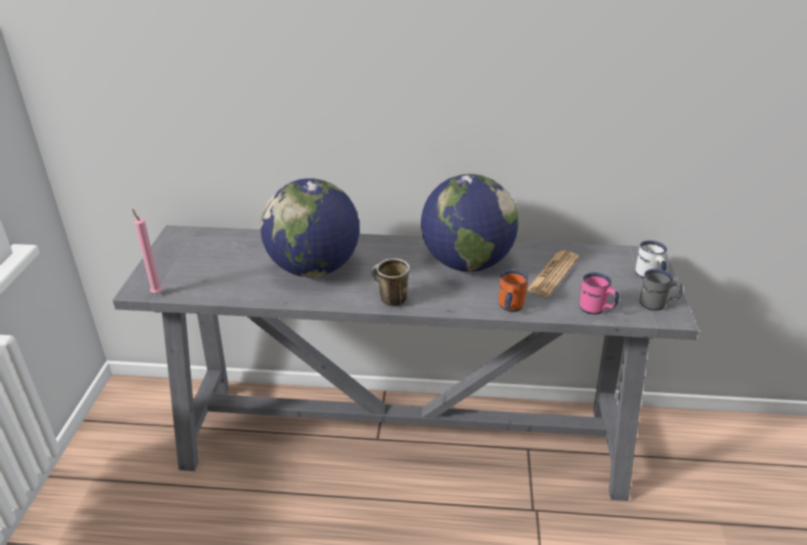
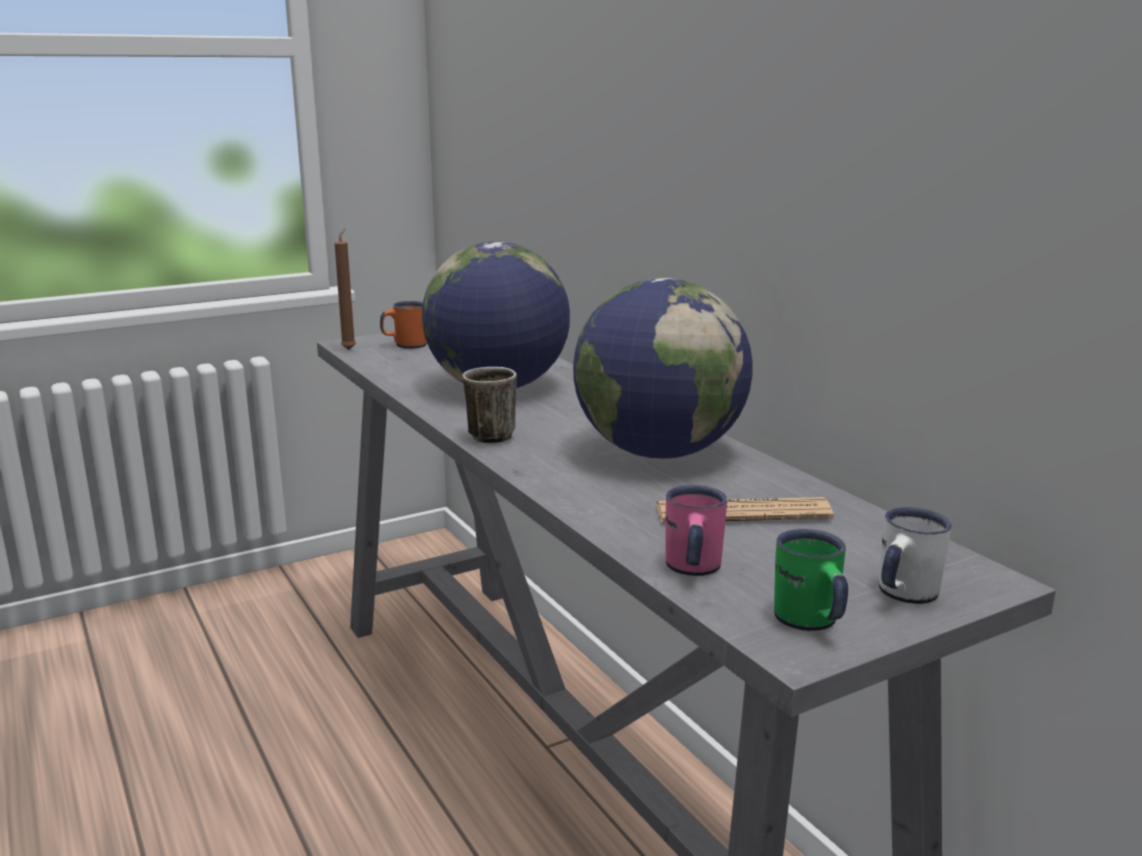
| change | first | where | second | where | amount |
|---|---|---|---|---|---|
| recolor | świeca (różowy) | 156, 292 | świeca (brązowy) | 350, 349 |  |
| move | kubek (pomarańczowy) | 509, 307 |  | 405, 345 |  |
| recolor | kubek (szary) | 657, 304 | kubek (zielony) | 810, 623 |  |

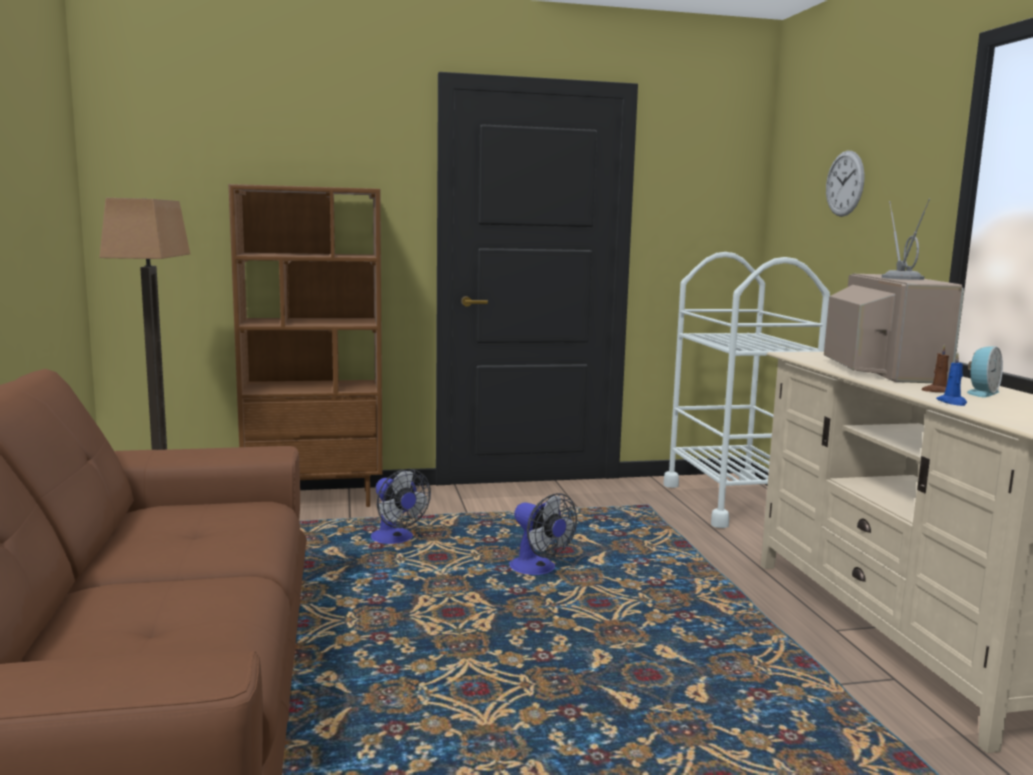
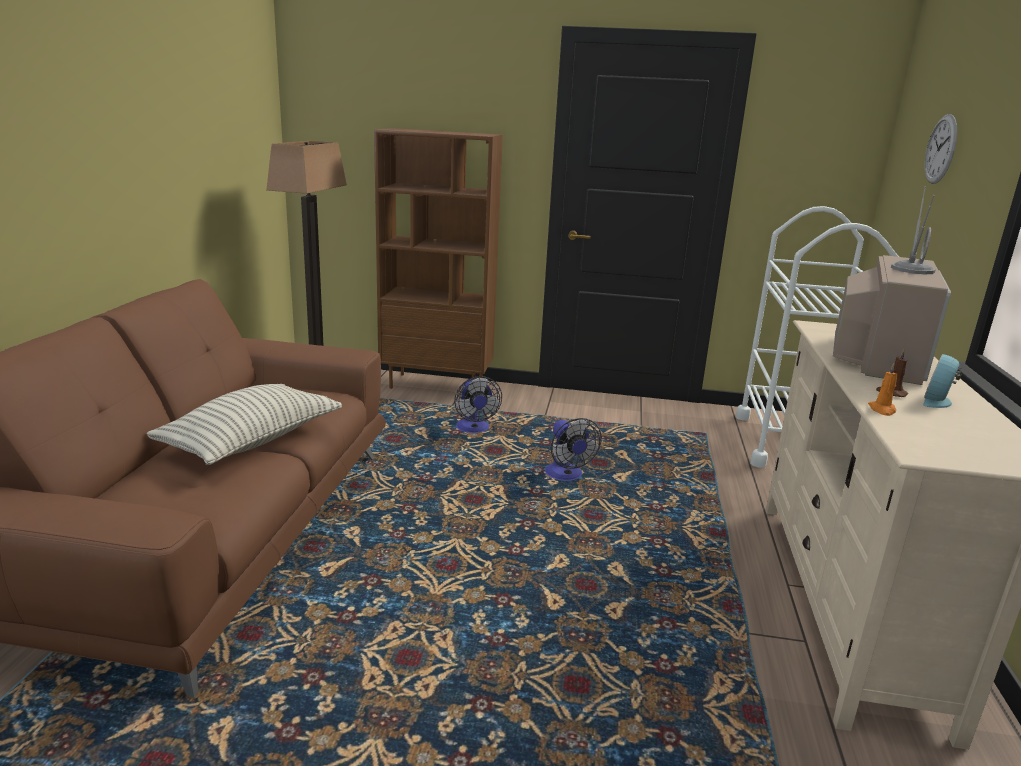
| change | first | where | second | where | amount |
|---|---|---|---|---|---|
| recolor | świeca (niebieski) | 952, 402 | świeca (pomarańczowy) | 882, 410 |  |
| rotate | budzik | 981, 393 |  | 938, 401 | 150 degrees clockwise |
| insert |  |  | poduszka | 252, 441 |  |

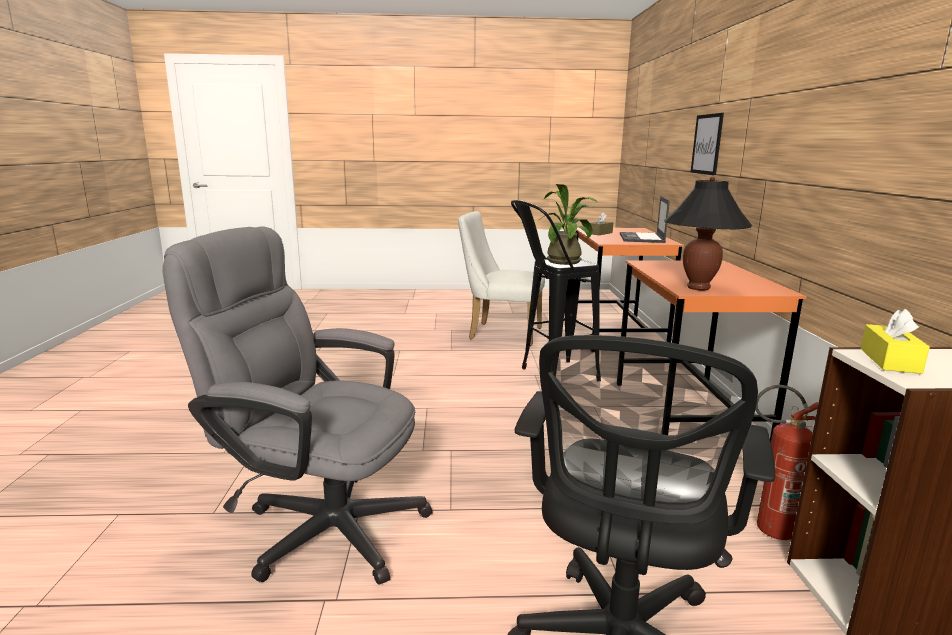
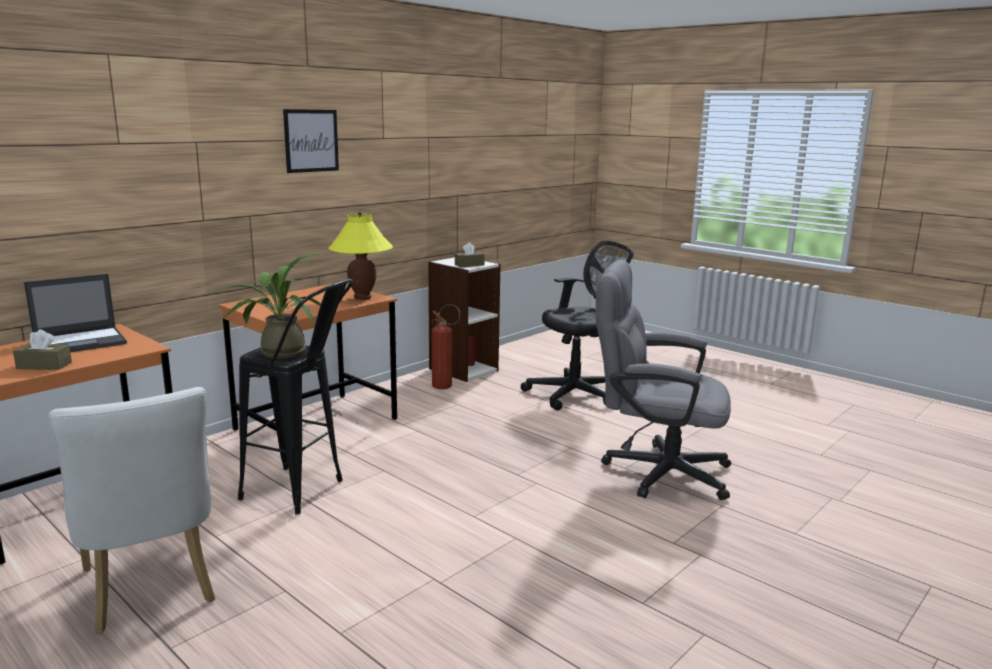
| change | first | where | second | where | amount |
|---|---|---|---|---|---|
| rotate | krzesło biurowe (szary) | 320, 525 |  | 654, 471 | 135 degrees clockwise |
| recolor | lampa stołowa (czarny) | 698, 288 | lampa stołowa (żółty) | 362, 297 |  |
| move | obraz | 707, 144 |  | 311, 140 |  |
| recolor | pudełko chusteczek (żółty) | 889, 360 | pudełko chusteczek (brązowy) | 469, 265 |  |

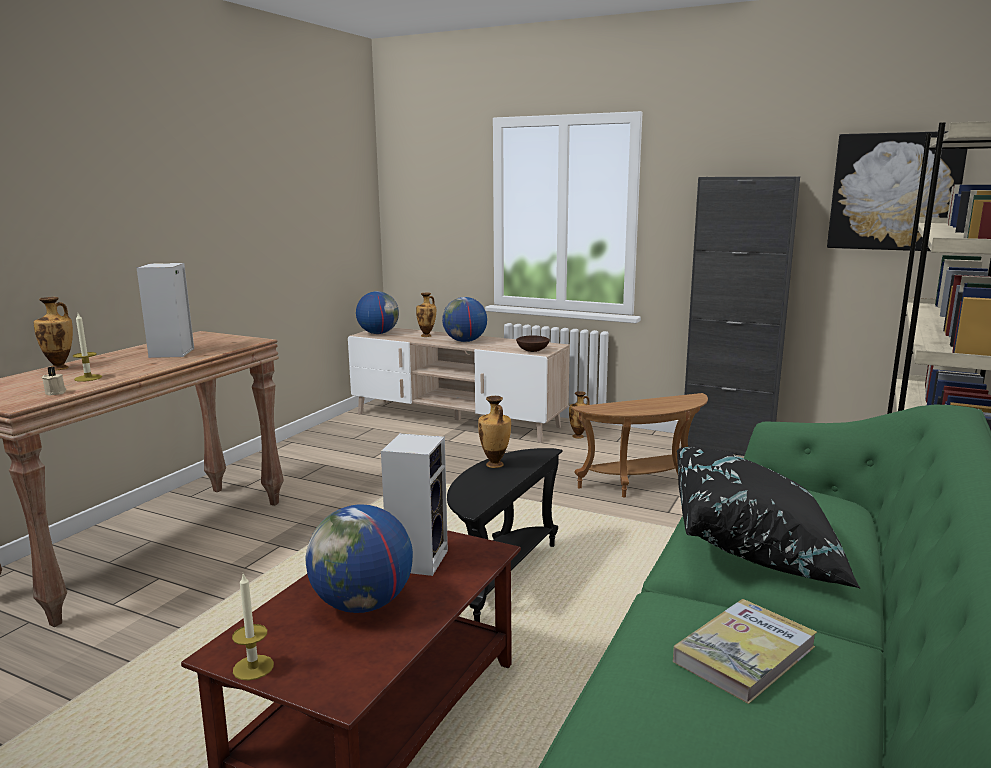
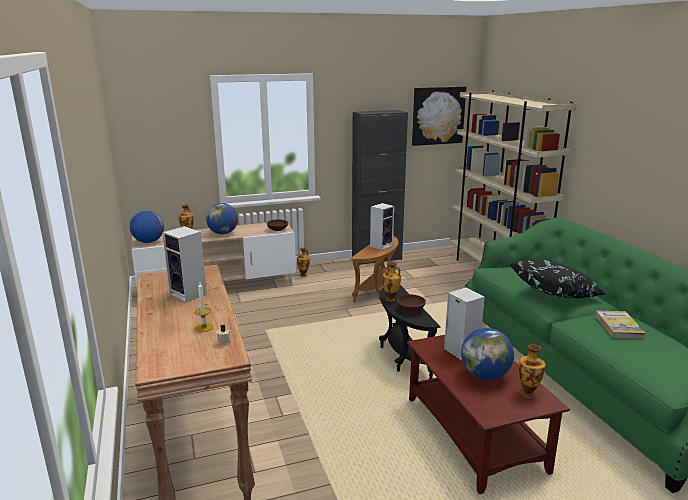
| change | first | where | second | where | amount |
|---|---|---|---|---|---|
| move | wazon | 60, 368 |  | 528, 393 |  |
| delete | świeca | 253, 667 |  |  |  |
| insert |  |  | głośnik | 381, 245 |  |
| insert |  |  | miska (brązowy) | 411, 309 |  |

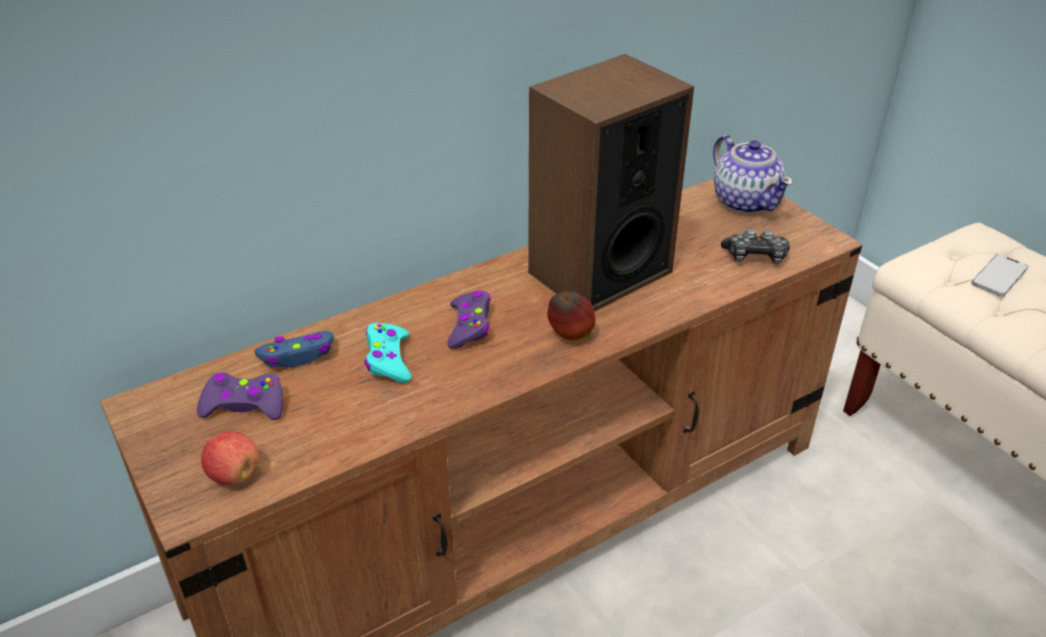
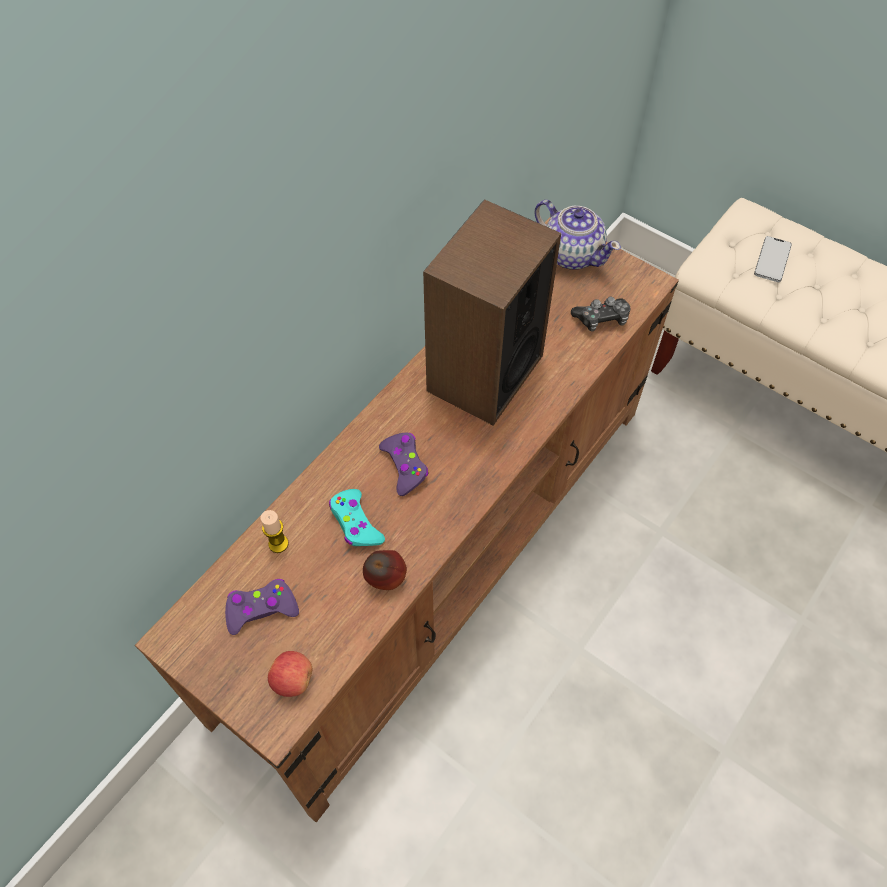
| change | first | where | second | where | amount |
|---|---|---|---|---|---|
| replace | pad do gier (niebieski) | 298, 356 | świeca | 278, 544 |  |
| move | jabłko | 570, 337 |  | 386, 579 |  |

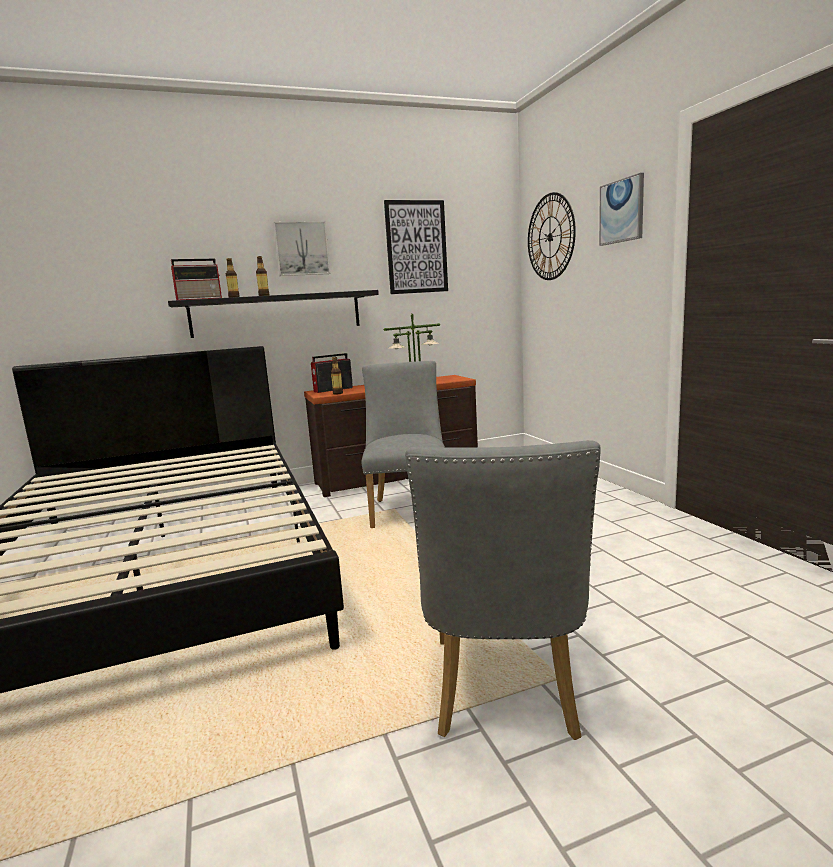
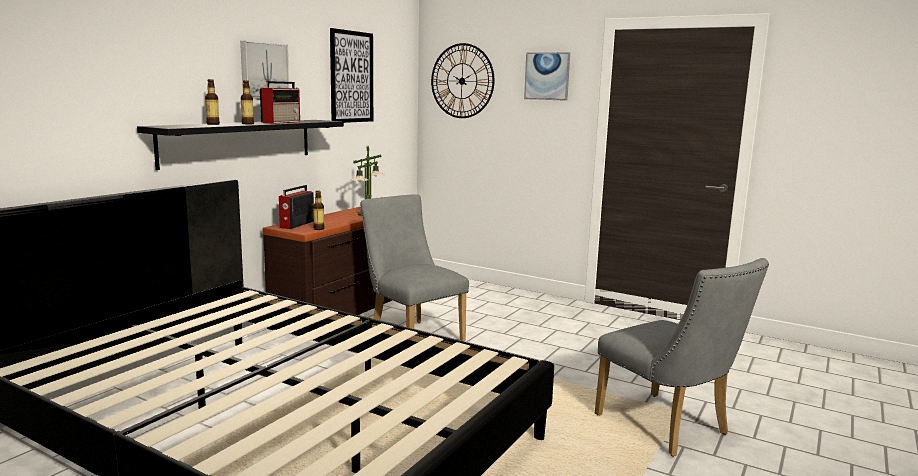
| change | first | where | second | where | amount |
|---|---|---|---|---|---|
| move | radio | 200, 299 |  | 282, 122 |  |

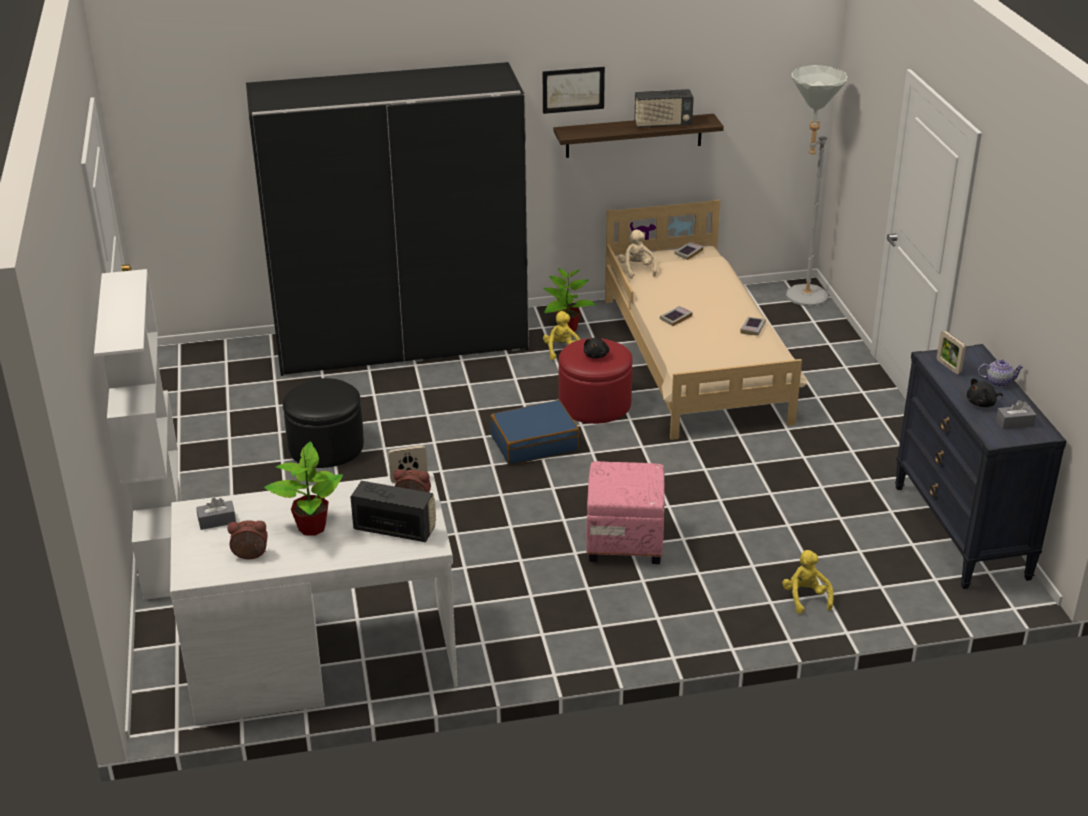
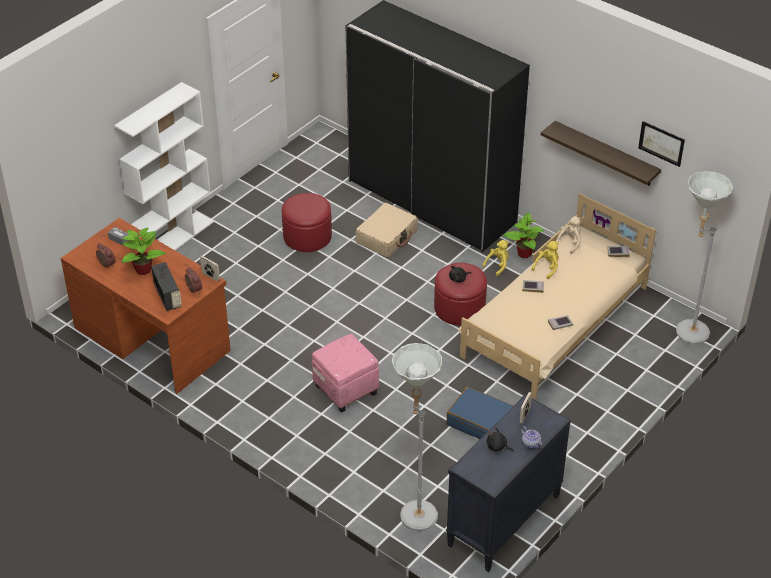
| change | first | where | second | where | amount |
|---|---|---|---|---|---|
| recolor | biurko (biały) | 322, 658 | biurko (brązowy) | 152, 338 |  |
| recolor | pufa (czarny) | 326, 447 | pufa (czerwony) | 307, 236 |  |
| move | walizka (niebieski) | 534, 443 |  | 480, 422 |  |
| move | obraz | 573, 89 |  | 661, 143 |  |
| delete | radio | 662, 124 |  |  |  |
| move | pluszak (żółty) | 805, 598 |  | 547, 267 |  |
| delete | pudełko chusteczek (szary) | 1014, 423 |  |  |  |
| insert |  |  | walizka (beżowy) | 387, 237 |  |
| insert |  |  | lampa stojąca (szary) | 415, 510 |  |

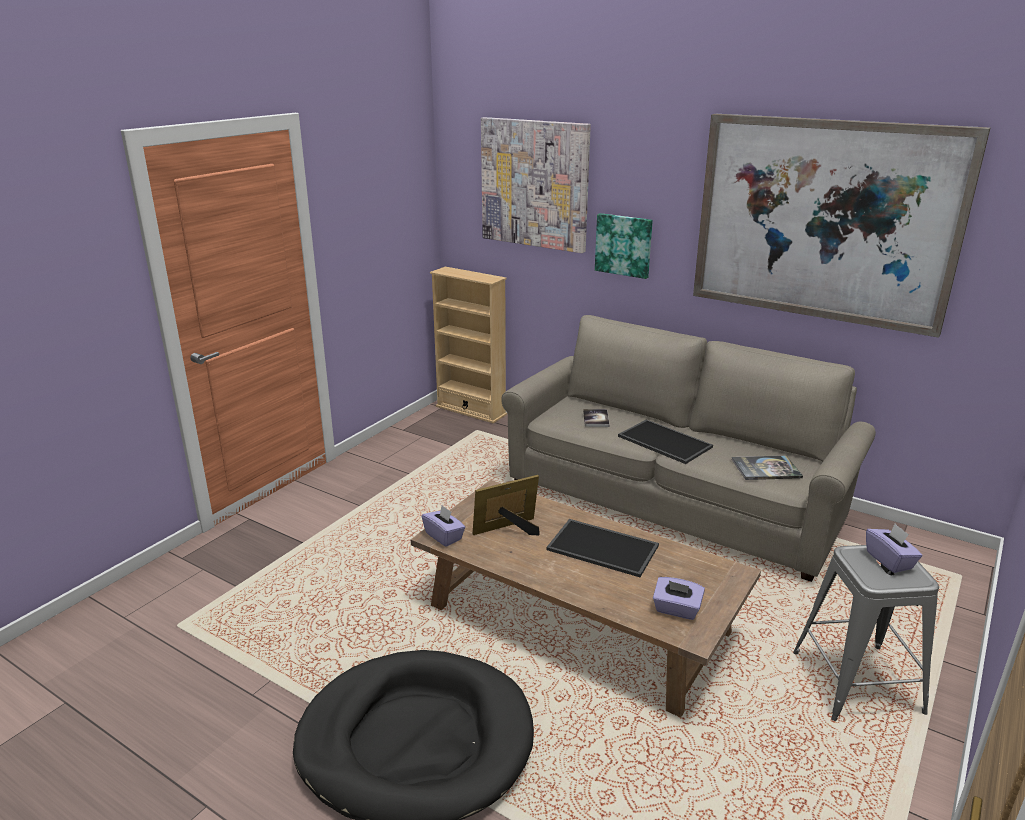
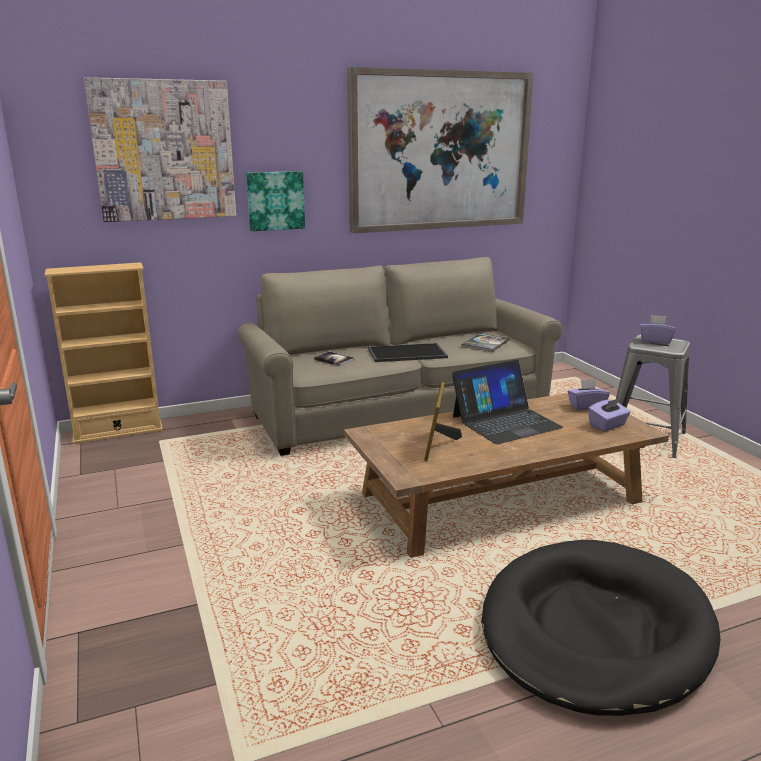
| change | first | where | second | where | amount |
|---|---|---|---|---|---|
| move | pudełko chusteczek (fioletowy) | 444, 536 |  | 586, 406 |  |
| replace | taca | 604, 547 | laptop | 505, 422 |  |

